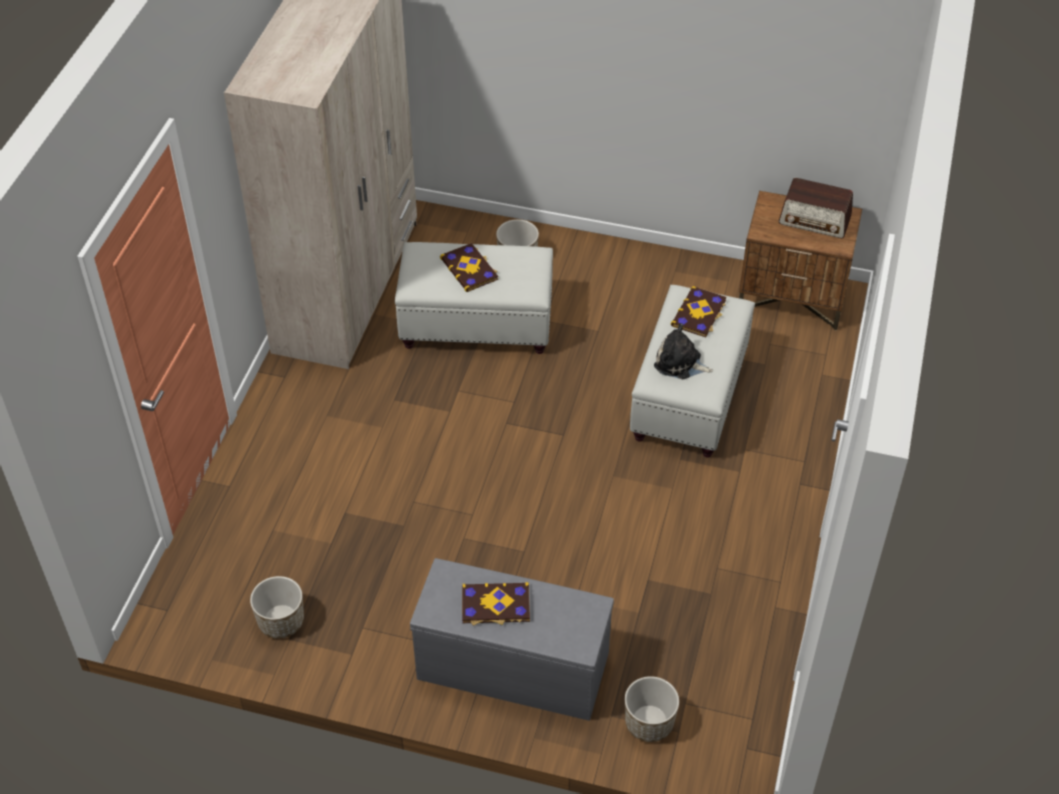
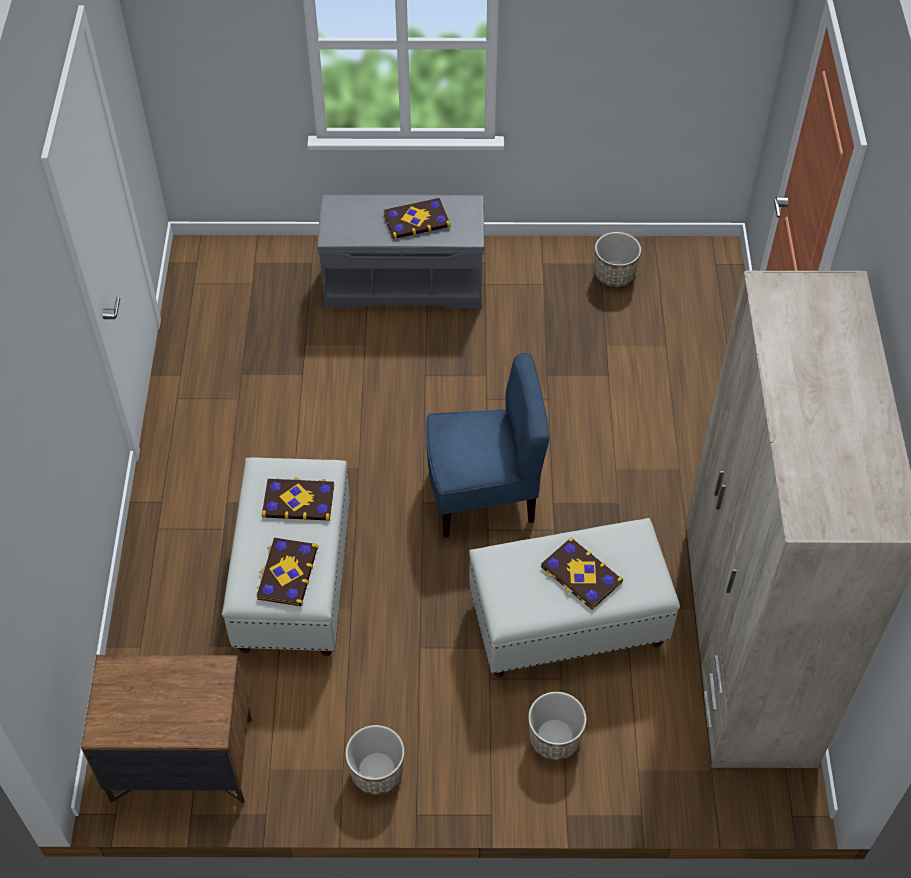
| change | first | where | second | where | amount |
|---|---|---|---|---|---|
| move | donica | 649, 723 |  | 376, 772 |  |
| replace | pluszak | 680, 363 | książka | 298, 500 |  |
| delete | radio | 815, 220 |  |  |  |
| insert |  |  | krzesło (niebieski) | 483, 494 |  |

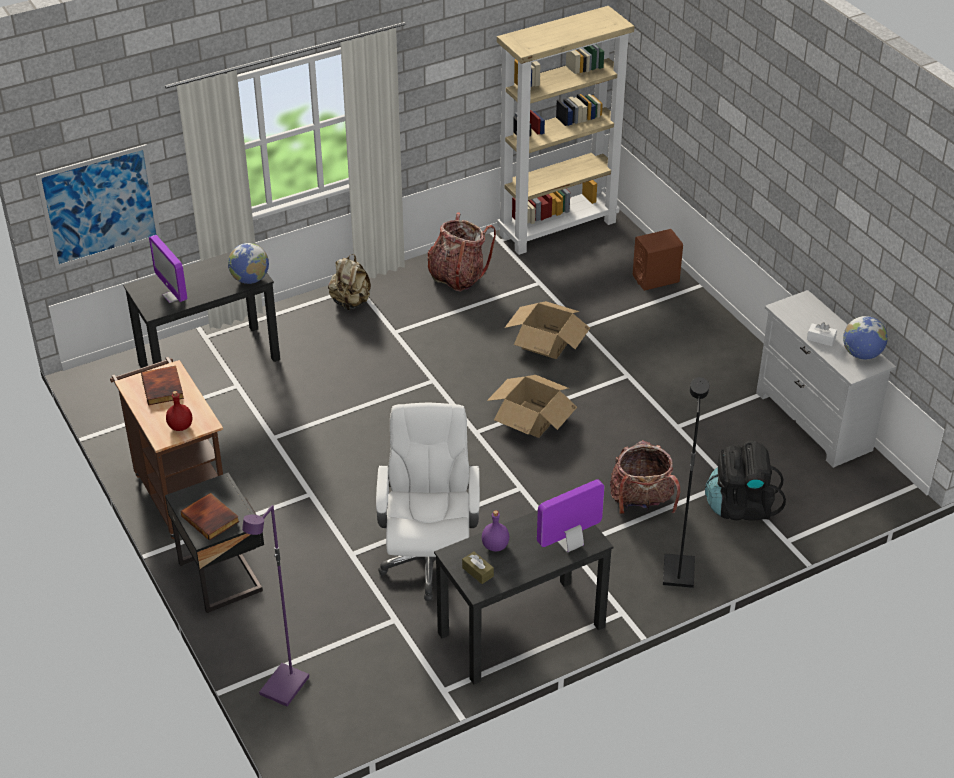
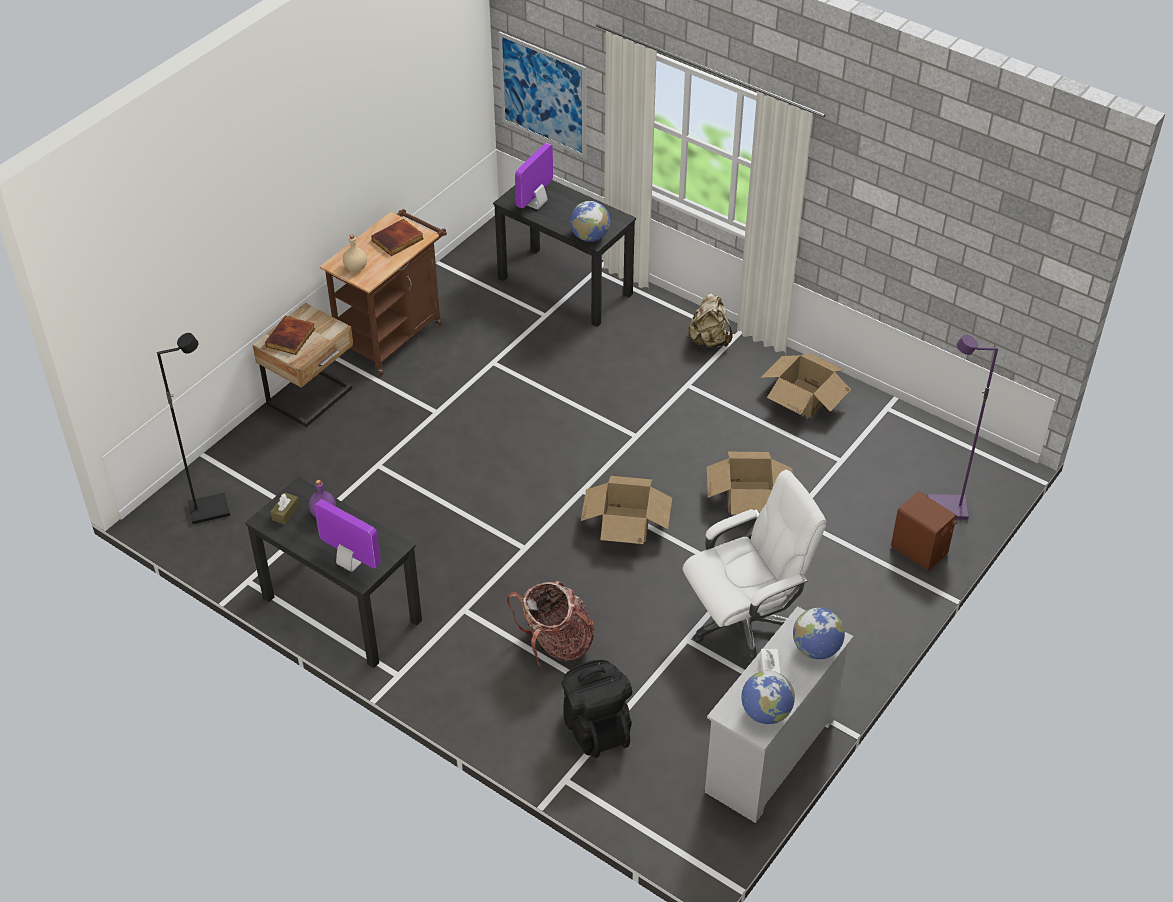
| change | first | where | second | where | amount |
|---|---|---|---|---|---|
| recolor | szafka nocna (czarny) | 223, 576 | szafka nocna (beżowy) | 312, 398 |  |
| recolor | butelka (czerwony) | 180, 426 | butelka (beżowy) | 355, 267 |  |
| move | lampa stojąca (fioletowy) | 285, 687 |  | 946, 509 |  |
| move | krzesło biurowe (biały) | 429, 560 |  | 744, 622 |  |
| replace | plecak | 458, 276 | karton | 804, 398 |  |
| delete | regał (beżowy) | 558, 228 |  |  |  |
| move | lampa stojąca (czarny) | 677, 572 |  | 209, 509 |  |
| insert |  |  | globus | 816, 649 |  |

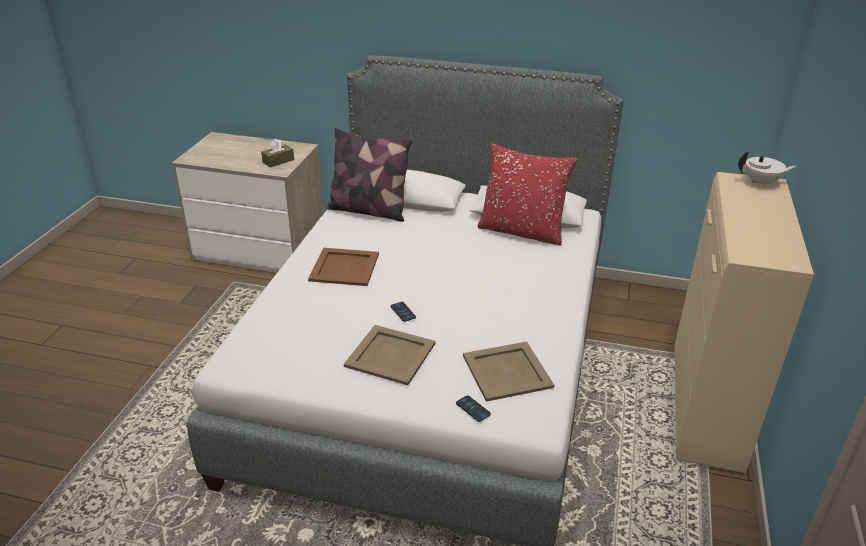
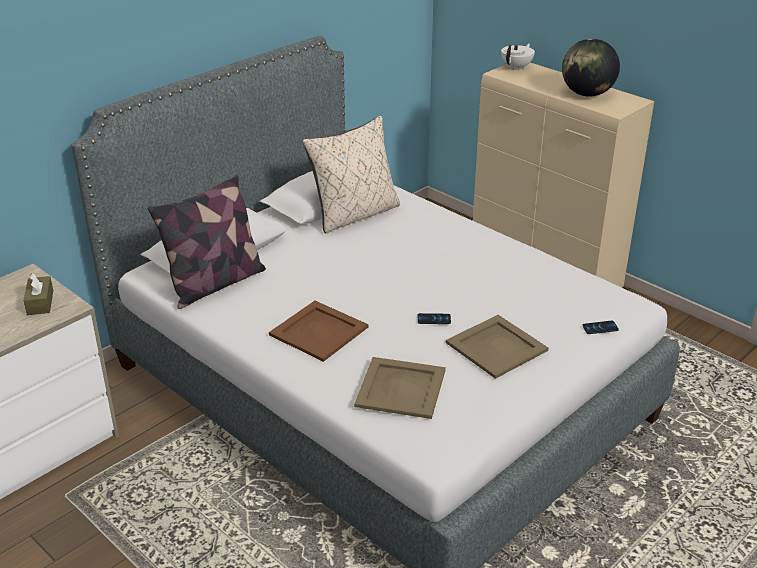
| change | first | where | second | where | amount |
|---|---|---|---|---|---|
| move | taca (beżowy) | 507, 371 |  | 400, 387 |  |
| recolor | poduszka (czerwony) | 522, 231 | poduszka (beżowy) | 355, 214 |  |
| insert |  |  | globus | 587, 94 |  |

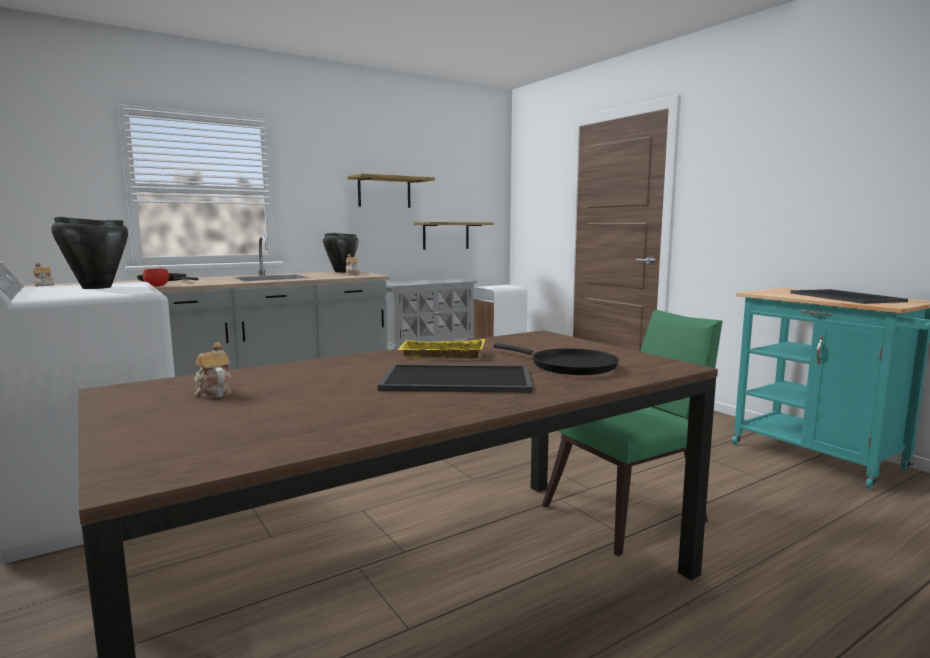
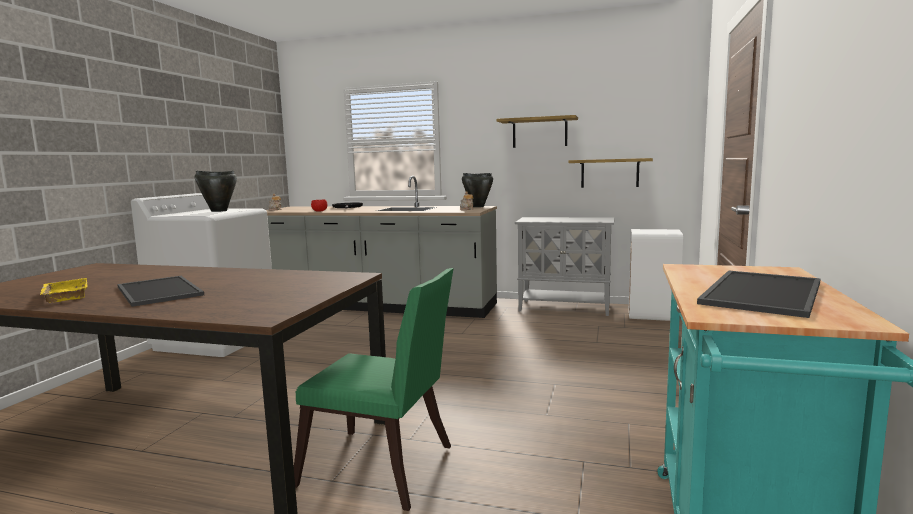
| change | first | where | second | where | amount |
|---|---|---|---|---|---|
| delete | imbryk | 213, 392 |  |  |  |
| move | taca (żółty) | 441, 355 |  | 63, 295 |  |
| delete | patelnia (czarny) | 568, 366 |  |  |  |

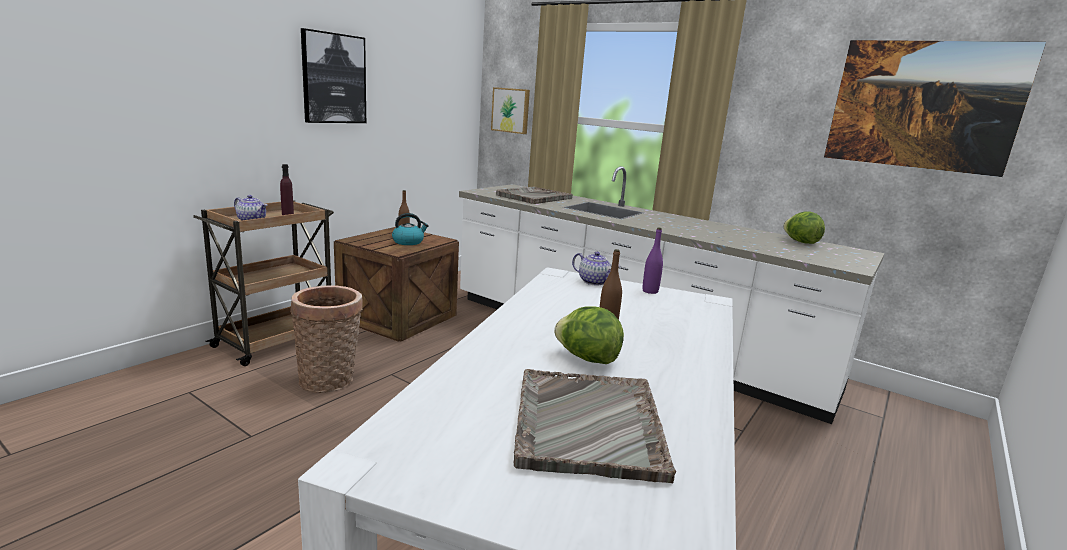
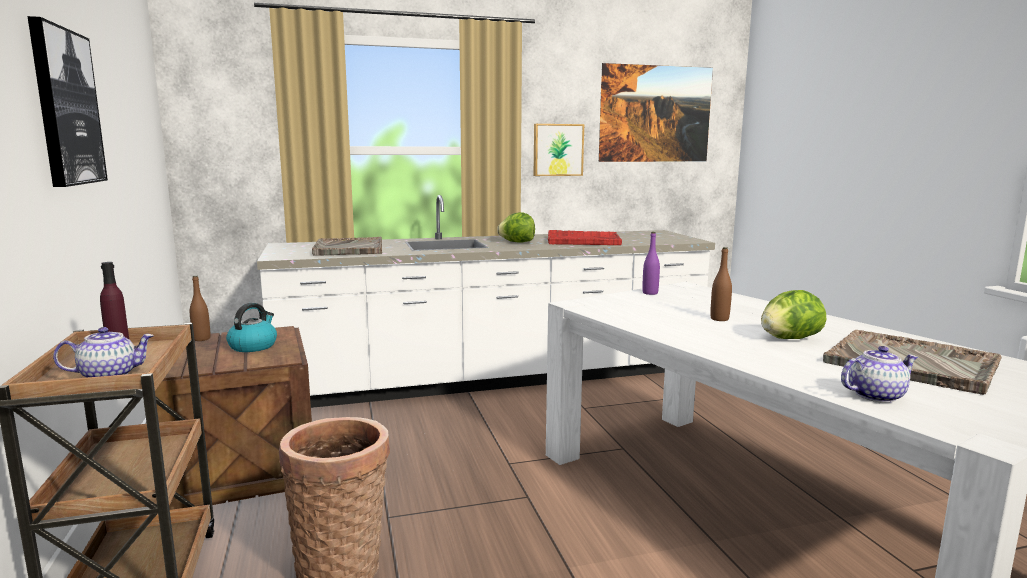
| change | first | where | second | where | amount |
|---|---|---|---|---|---|
| move | obraz | 511, 110 |  | 557, 150 |  |
| move | imbryk | 594, 282 |  | 875, 395 |  |
| move | sałata | 800, 242 |  | 517, 242 |  |
| insert |  |  | taca (czerwony) | 582, 240 |  |

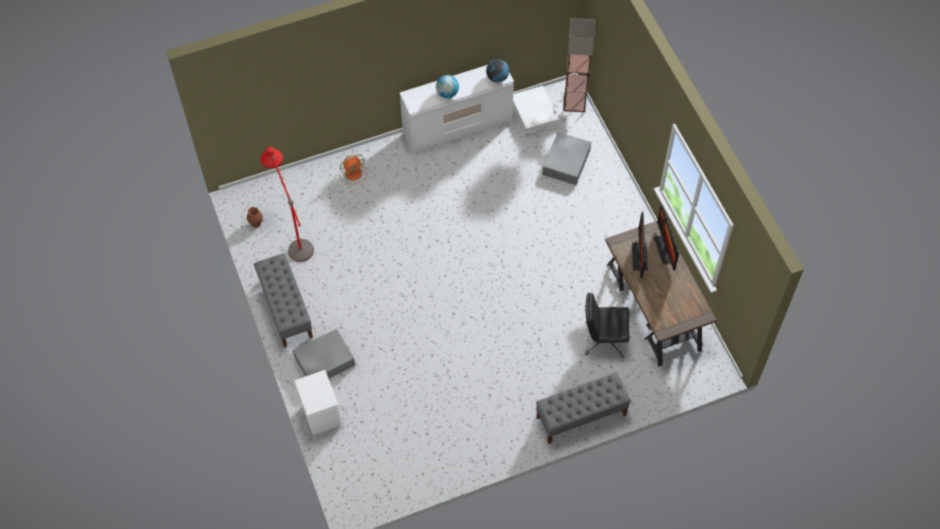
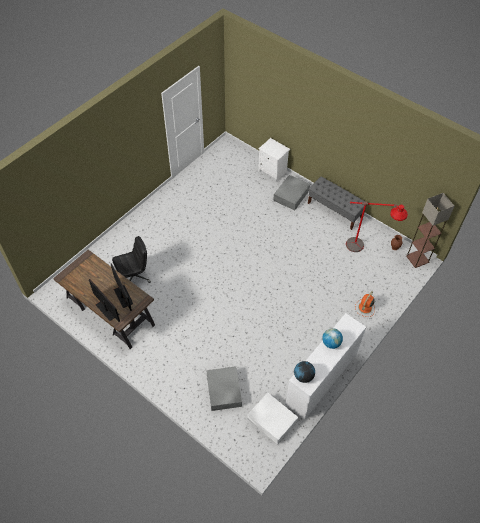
| change | first | where | second | where | amount |
|---|---|---|---|---|---|
| delete | ławka (szary) | 581, 416 |  |  |  |
| move | lampa stojąca | 575, 102 |  | 417, 259 |  |

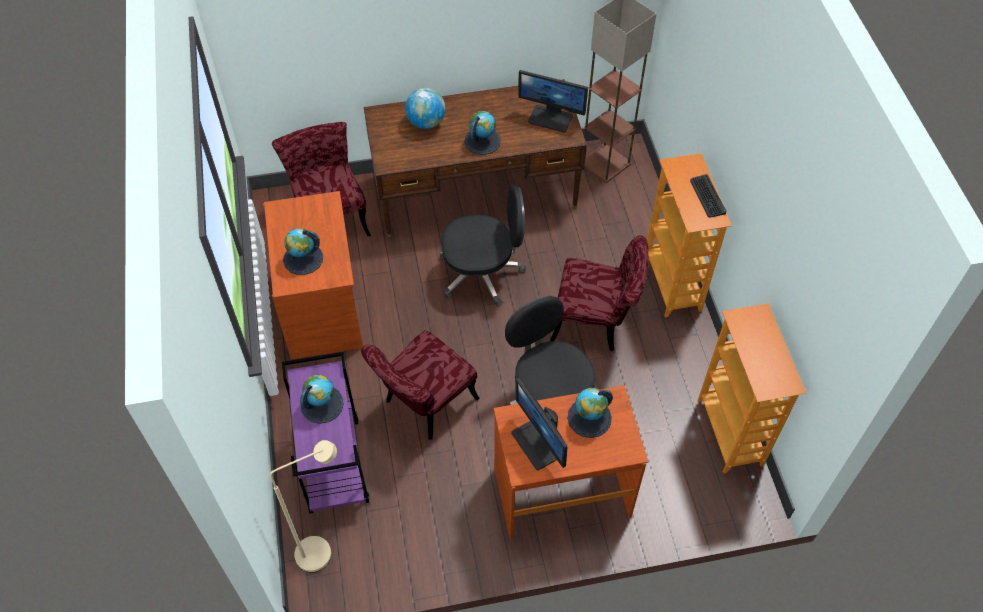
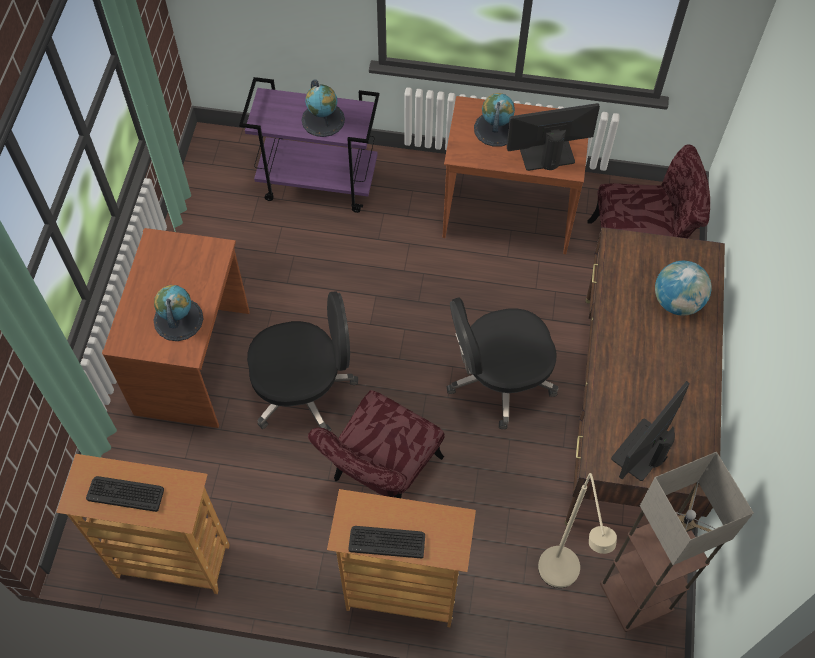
| change | first | where | second | where | amount |
|---|---|---|---|---|---|
| move | lampa stojąca (beżowy) | 323, 550 |  | 560, 579 |  |
| delete | krzesło (czerwony) | 424, 406 |  |  |  |
| rotate | krzesło biurowe (czarny) | 482, 273 |  | 498, 379 | 60 degrees clockwise |
| delete | globus | 482, 141 |  |  |  |
| move | monitor | 538, 443 |  | 546, 155 |  |
| insert |  |  | klawiatura | 125, 493 |  |

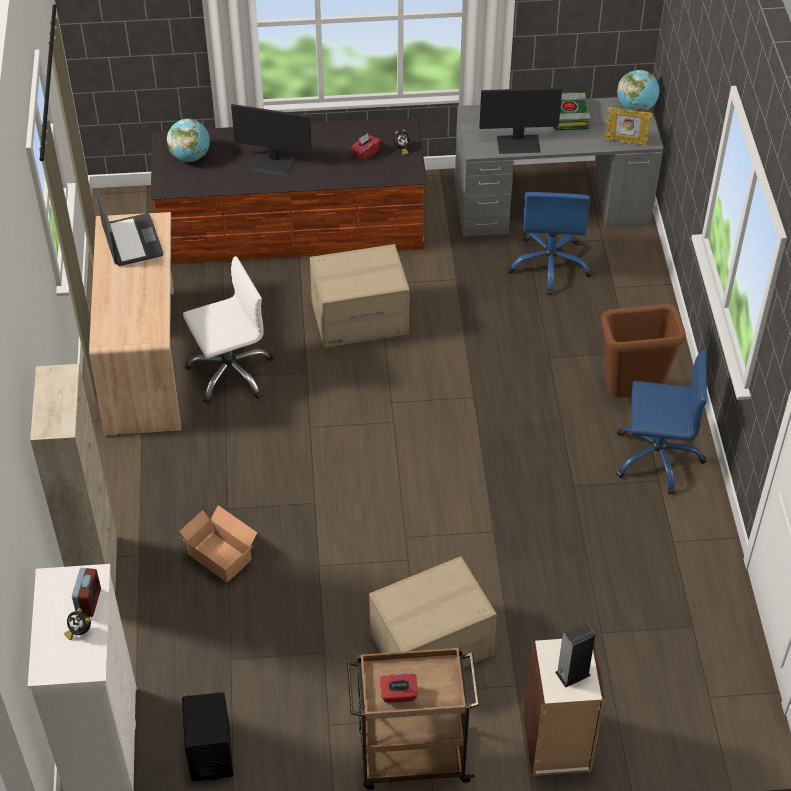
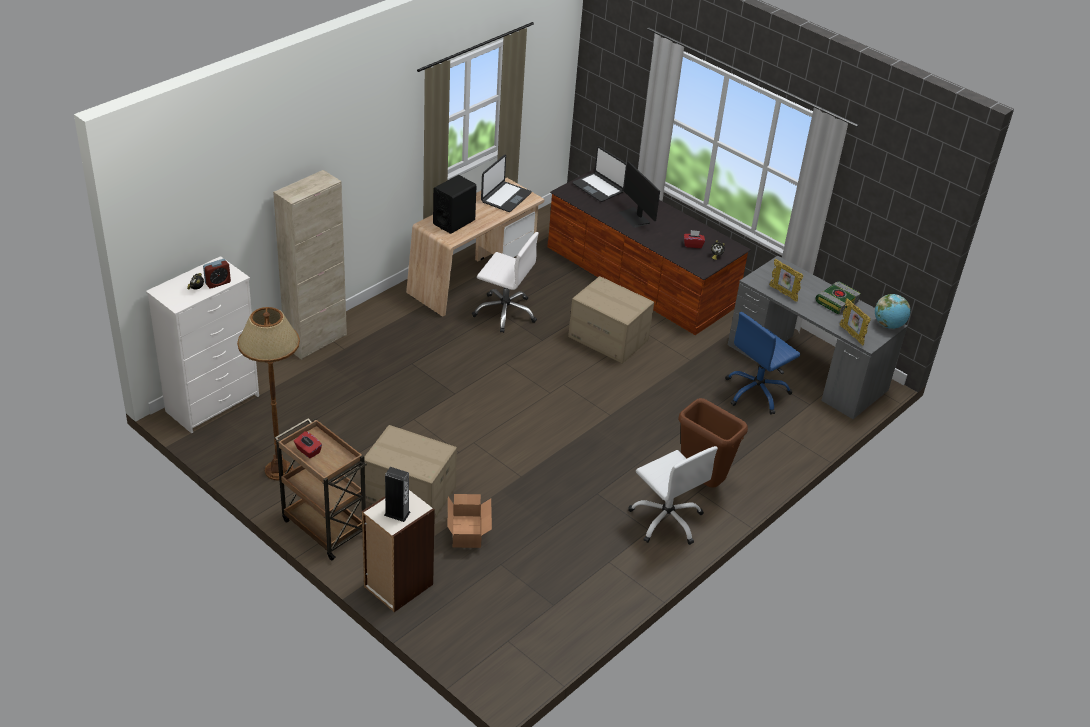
| change | first | where | second | where | amount |
|---|---|---|---|---|---|
| replace | globus | 190, 156 | laptop | 598, 188 |  |
| move | karton | 220, 554 |  | 468, 531 |  |
| move | głośnik (czarny) | 210, 753 |  | 454, 222 |  |
| replace | monitor | 518, 143 | ramka na zdjęcie | 783, 293 |  |
| recolor | krzesło biurowe (niebieski) | 657, 457 | krzesło biurowe (biały) | 666, 520 |  |
| insert |  |  | lampa stojąca (brązowy) | 278, 470 |  |

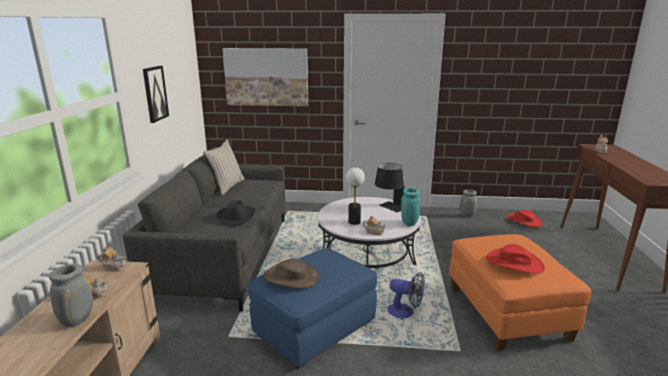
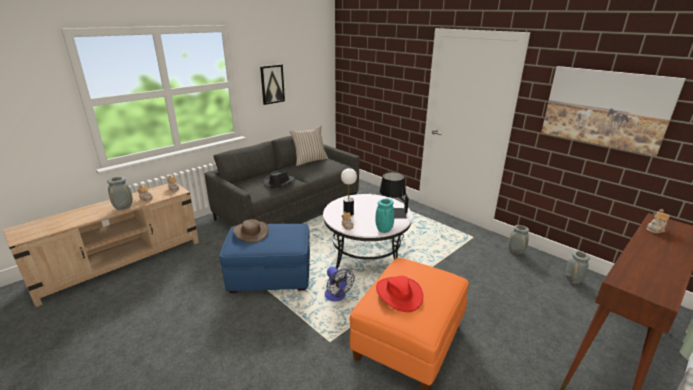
| change | first | where | second | where | amount |
|---|---|---|---|---|---|
| move | obraz | 266, 77 |  | 605, 108 |  |
| replace | kapelusz (czerwony) | 524, 221 | wazon (szary) | 573, 281 |  |

